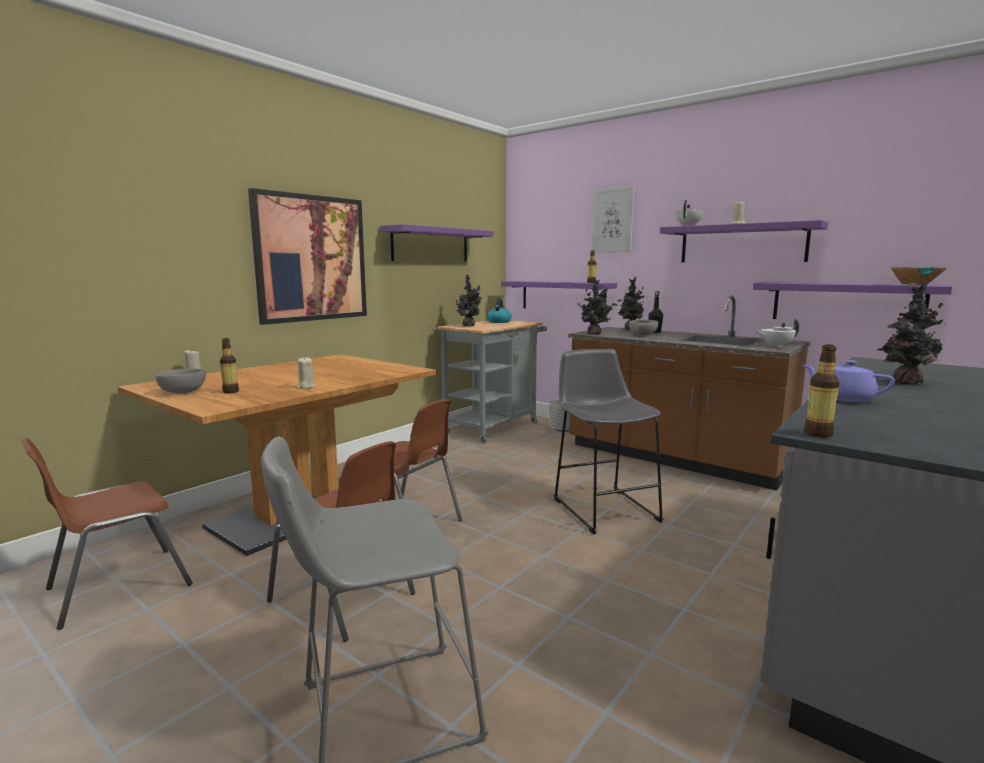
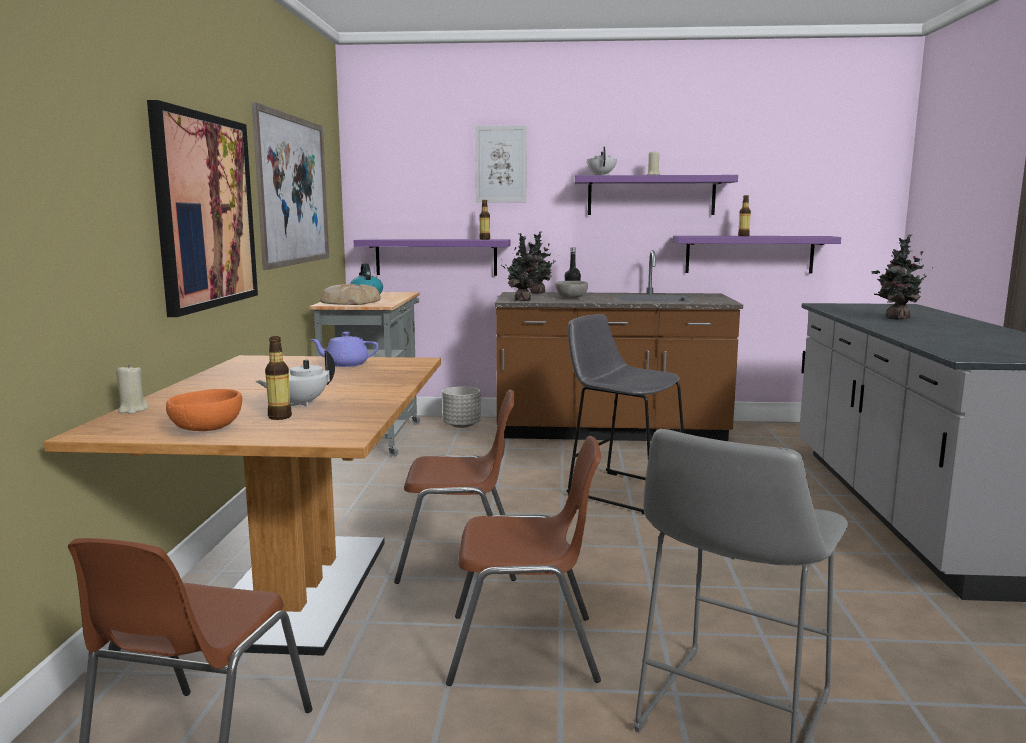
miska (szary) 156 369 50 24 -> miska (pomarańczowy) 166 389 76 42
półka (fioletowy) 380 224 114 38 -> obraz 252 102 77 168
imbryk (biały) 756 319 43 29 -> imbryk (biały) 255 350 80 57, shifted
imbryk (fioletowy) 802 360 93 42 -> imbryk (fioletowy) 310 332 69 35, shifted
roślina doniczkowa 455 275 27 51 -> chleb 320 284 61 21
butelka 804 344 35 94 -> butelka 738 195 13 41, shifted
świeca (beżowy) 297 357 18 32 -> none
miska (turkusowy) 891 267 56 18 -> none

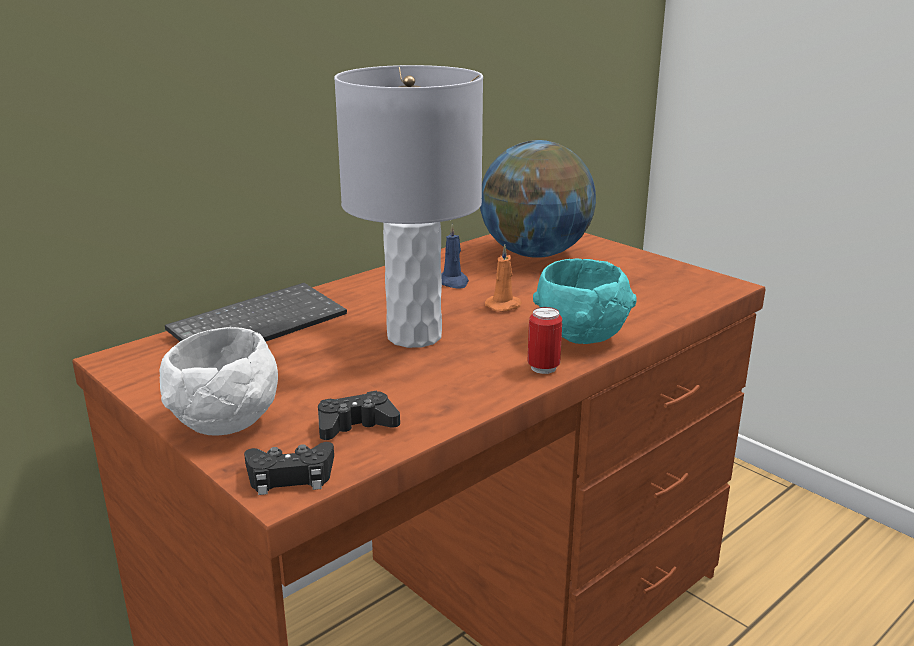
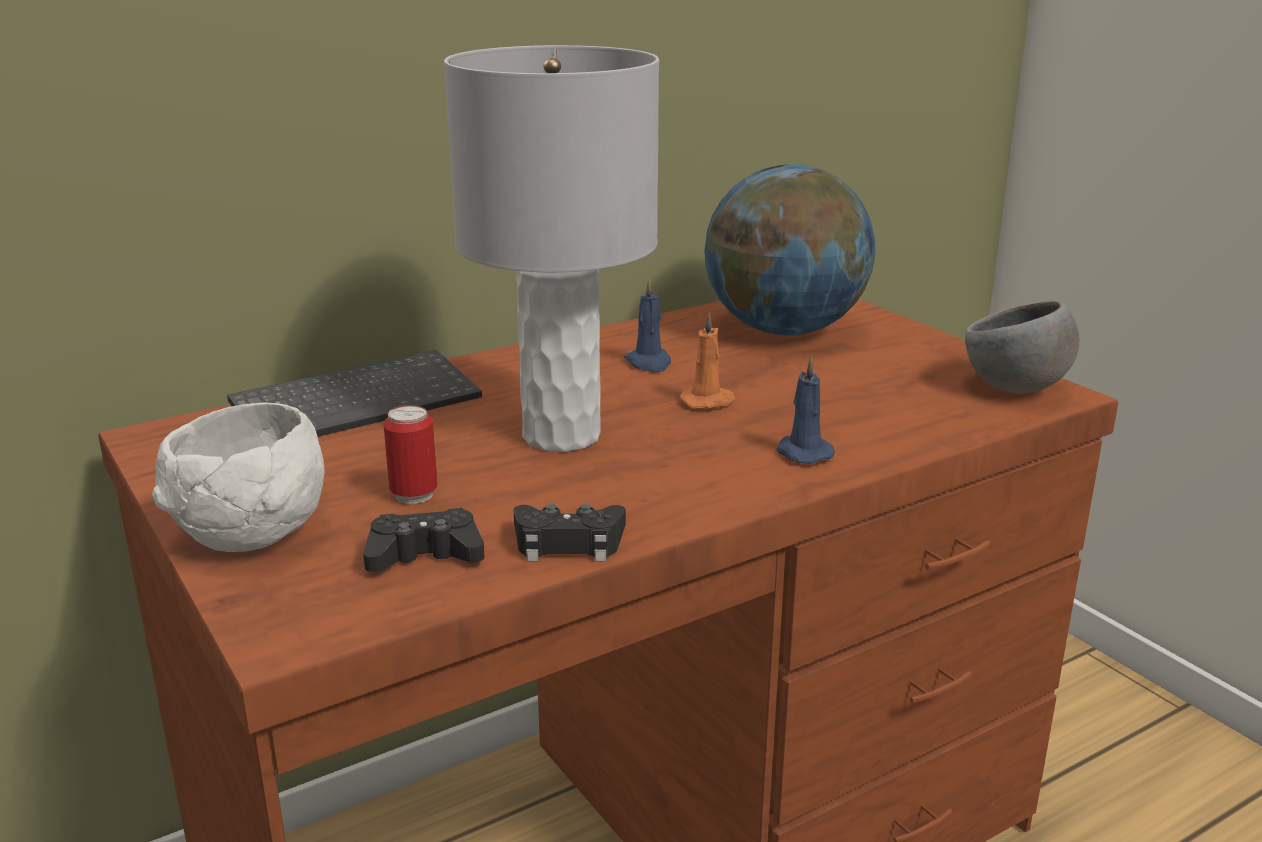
puszka 528 307 34 67 -> puszka 383 405 55 99, shifted
pad do gier (czarny) 244 442 90 53 -> pad do gier (czarny) 513 504 113 57, shifted
miska (turkusowy) 533 258 104 86 -> świeca (niebieski) 777 356 58 108
none -> miska (szary) 965 300 115 93

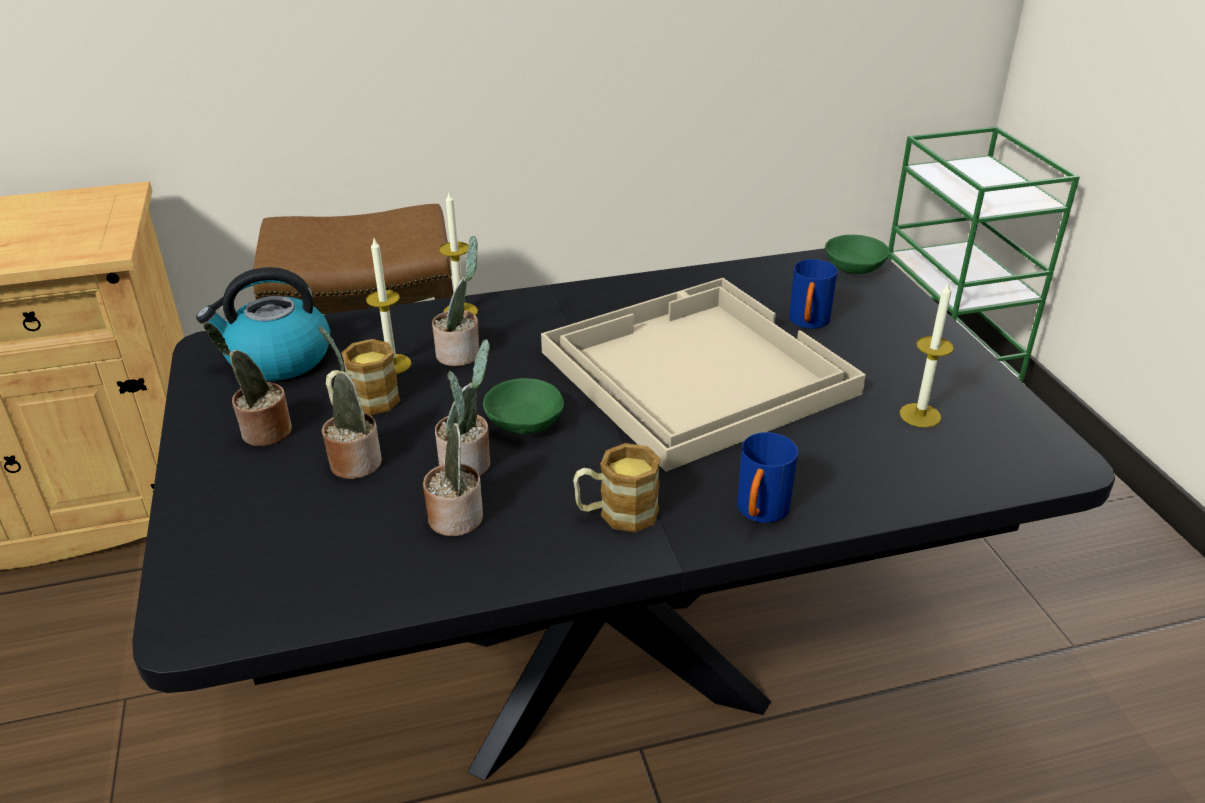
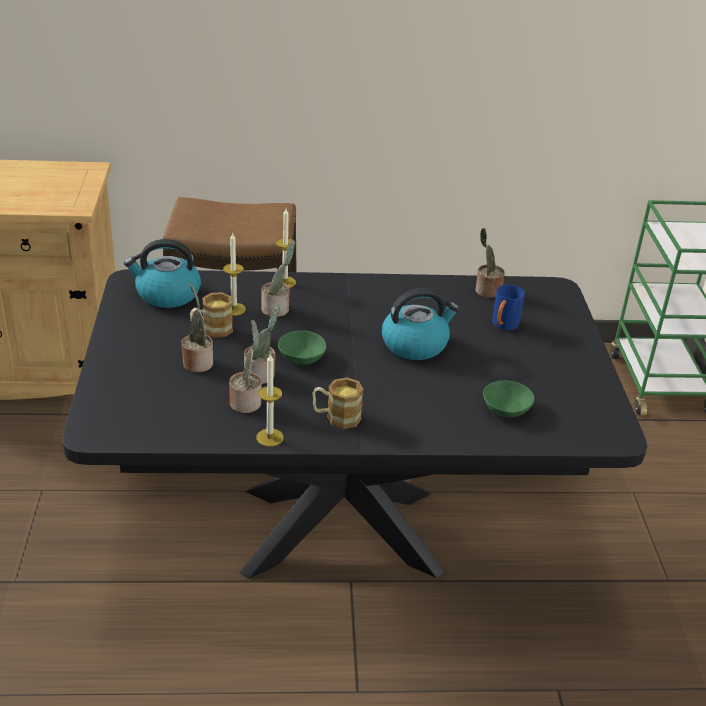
świeca 900 281 54 147 -> świeca 256 353 28 94, shifted
taca (beżowy) 541 278 325 194 -> czajnik 382 288 77 72
roślina doniczkowa 203 322 89 124 -> roślina doniczkowa 475 228 30 70, shifted
miska (zielony) 825 235 65 39 -> miska (zielony) 483 380 51 37, shifted
kubek (niebieski) 737 432 61 91 -> none

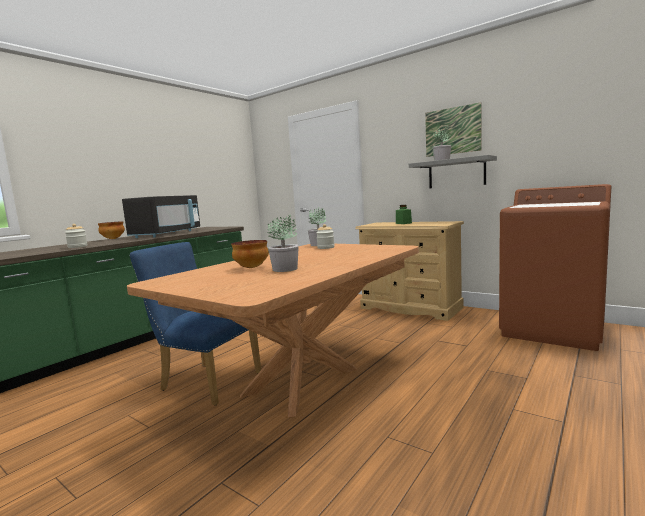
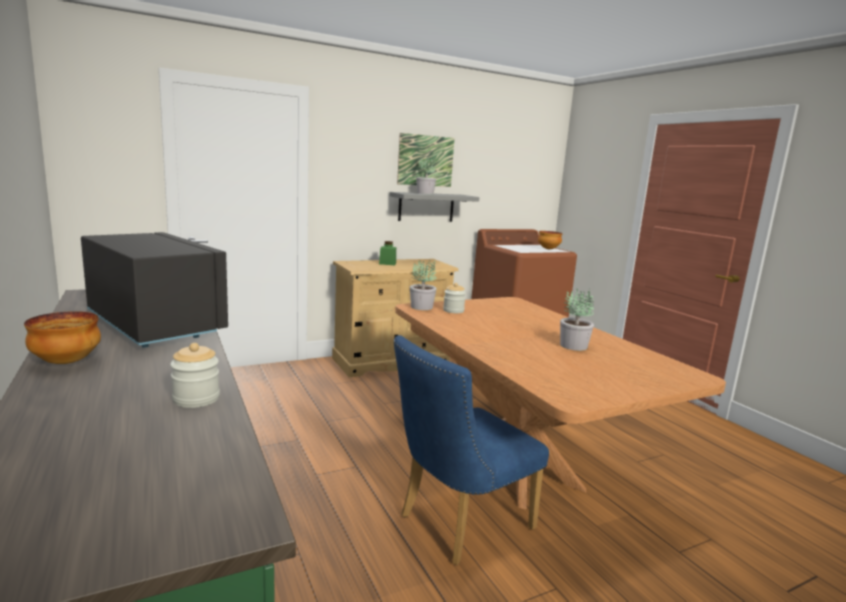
miska 231 240 38 28 -> miska 538 231 25 18, shifted

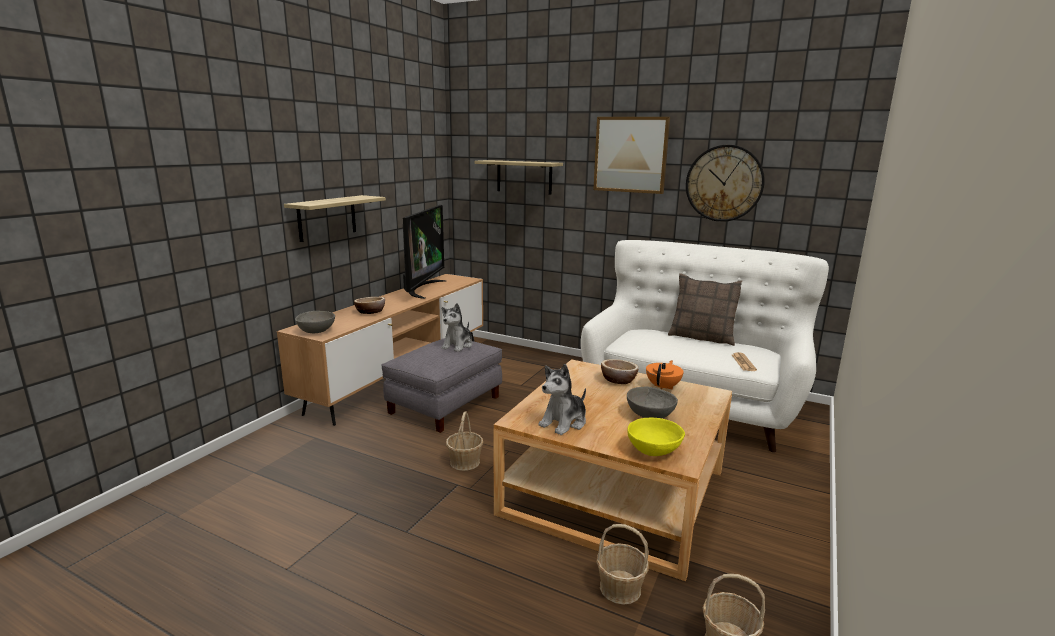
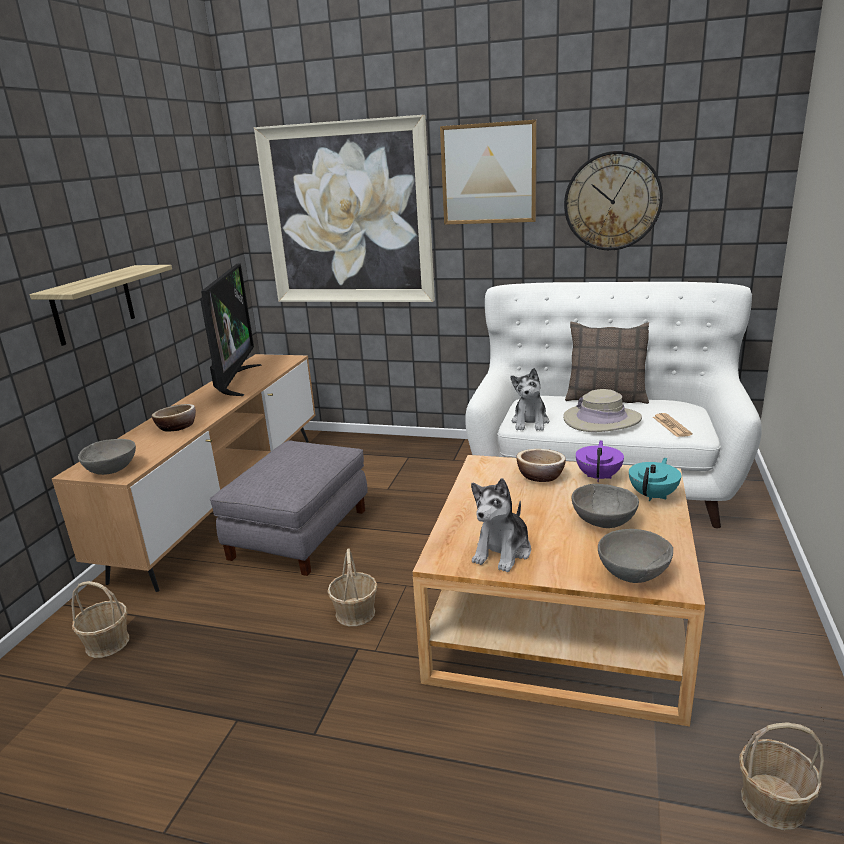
koszyk 596 524 53 81 -> koszyk 71 581 58 77, shifted
półka 475 160 88 35 -> obraz 254 115 181 187
pluszak 441 303 32 49 -> pluszak 511 368 38 63, shifted
none -> kapelusz (beżowy) 563 389 79 43
imbryk (pomarańczowy) 646 360 38 30 -> imbryk (fioletowy) 576 440 48 42
miska (żółty) 627 418 58 38 -> miska (szary) 598 529 75 54
none -> imbryk (turkusowy) 629 458 52 43

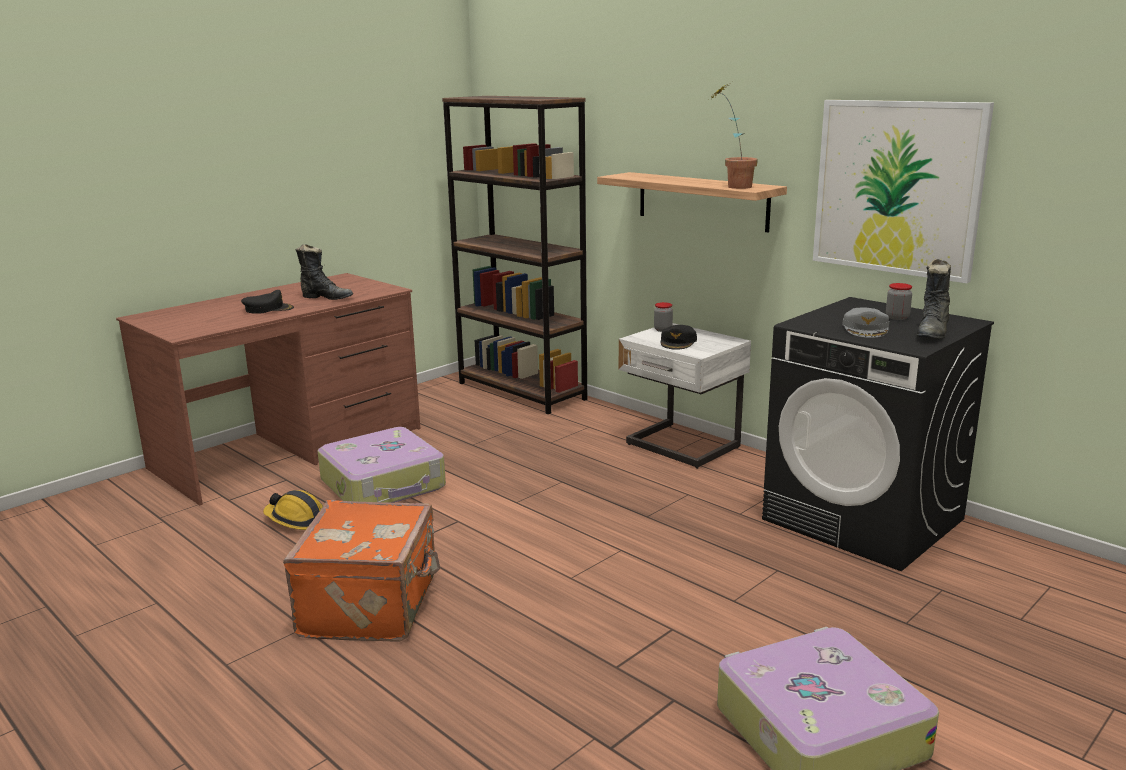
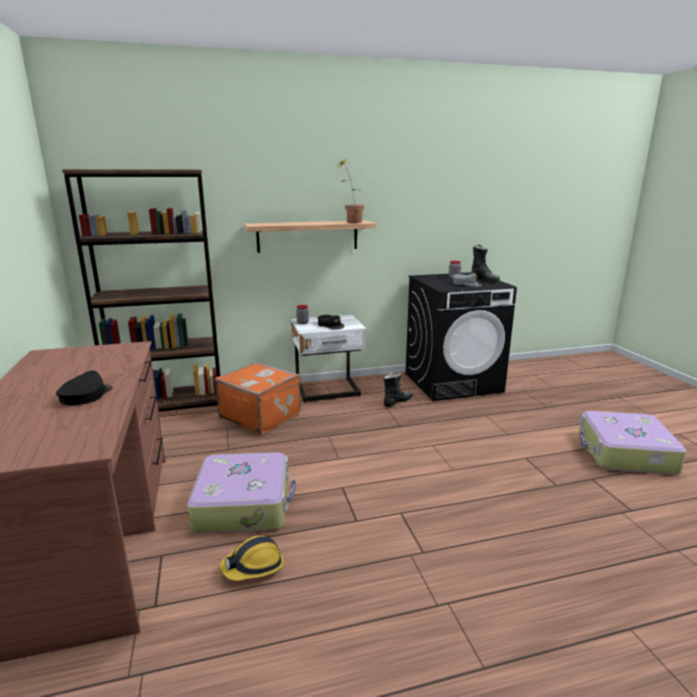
walizka (pomarańczowy) 283 500 157 141 -> walizka (pomarańczowy) 215 362 86 72, shifted
but z cholewką (czarny) 296 244 57 56 -> but z cholewką (czarny) 384 373 29 34, shifted
obraz 813 100 181 183 -> none

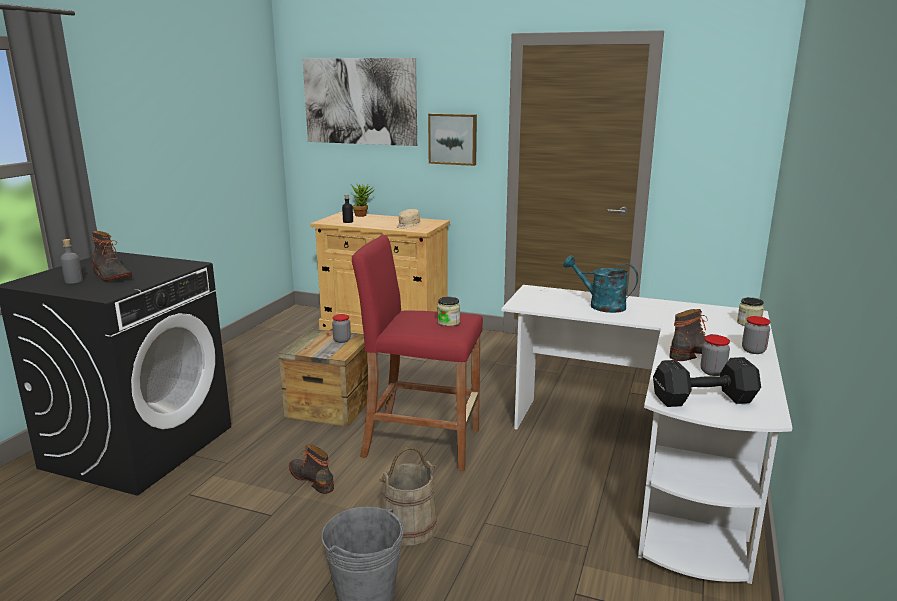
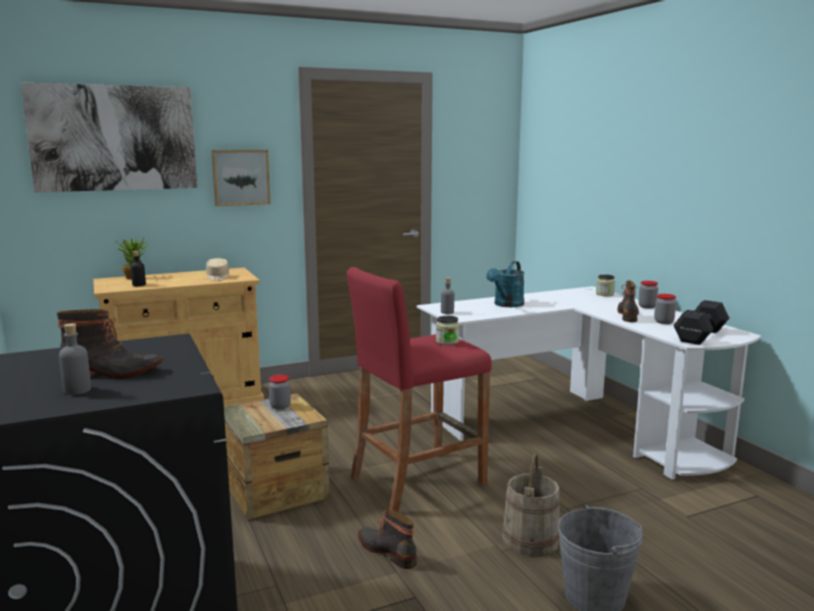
but z cholewką 289 444 45 50 -> but z cholewką 358 509 59 60, 45 degrees clockwise
none -> butelka (szary) 441 278 13 36
konewka (turkusowy) 563 255 75 58 -> konewka (turkusowy) 486 261 39 46, 45 degrees counterclockwise

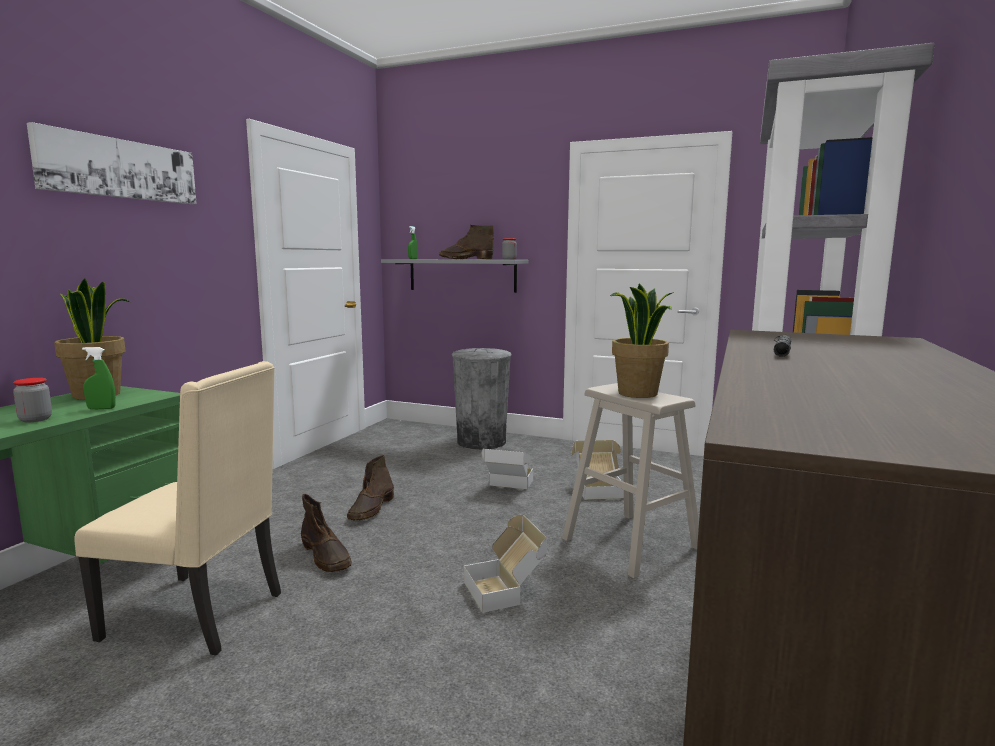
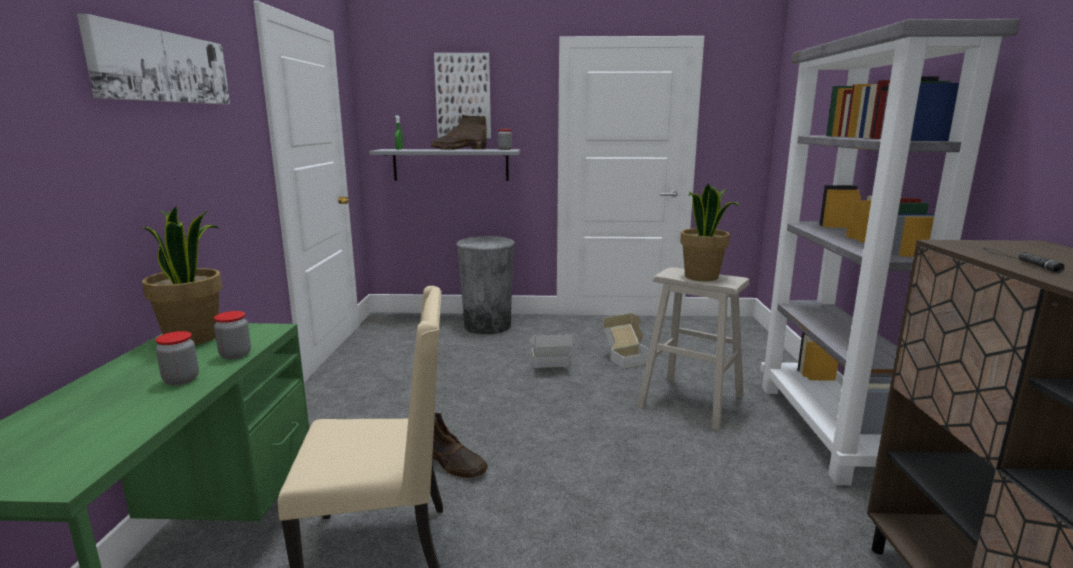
spryskiwacz (zielony) 82 347 34 62 -> słoik 214 311 37 49
none -> obraz 434 53 57 85
but z cholewką (brązowy) 347 455 47 66 -> none
karton 464 515 83 98 -> none

